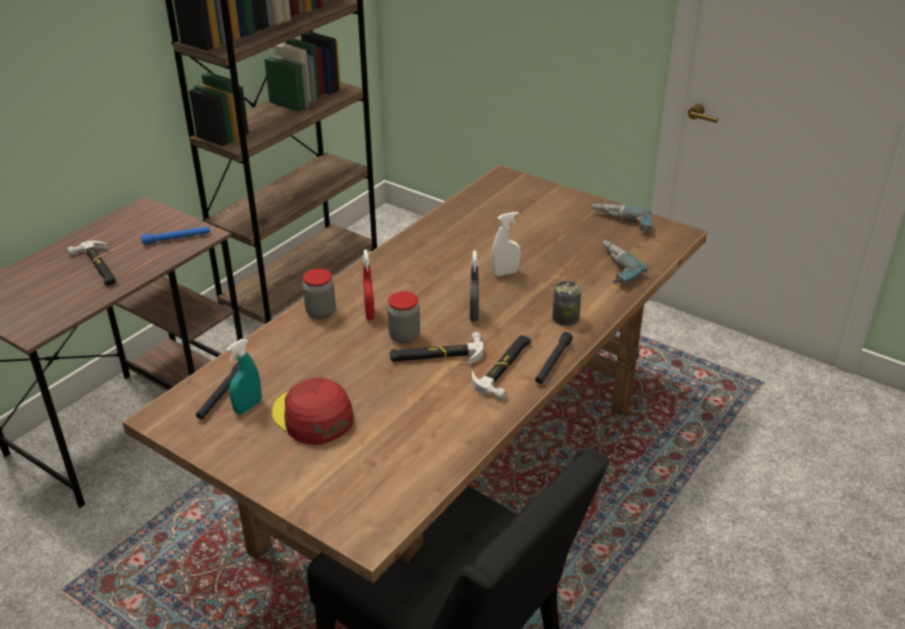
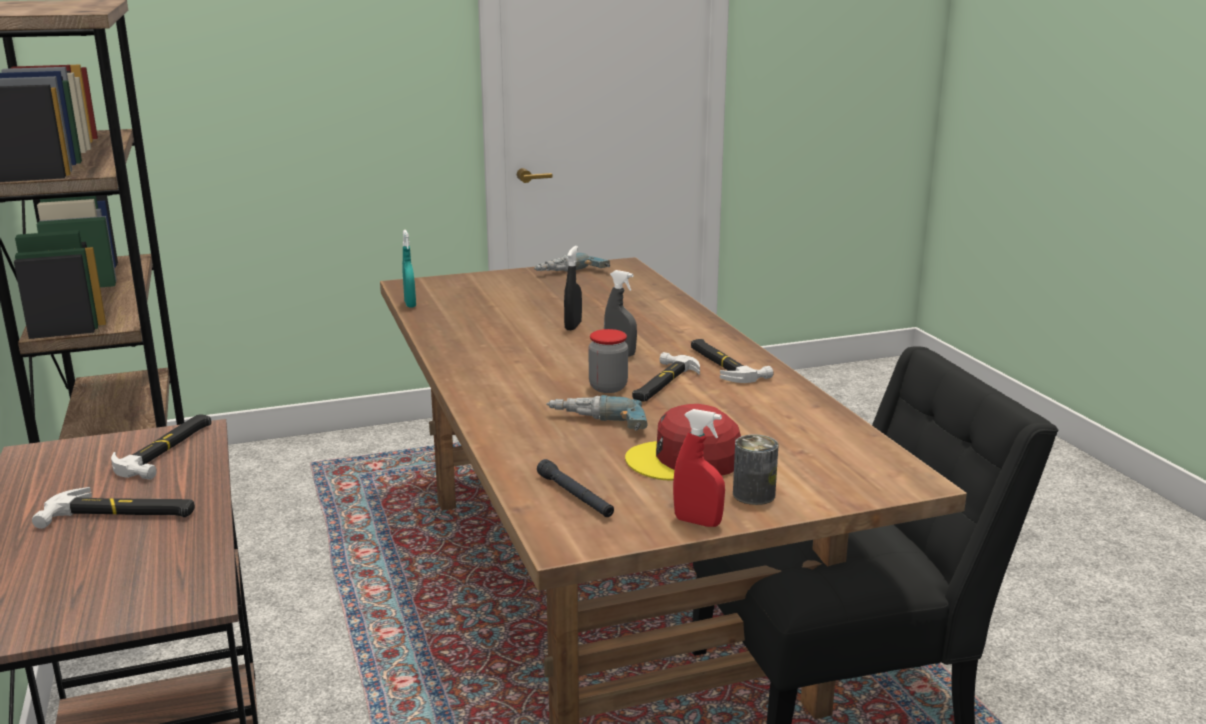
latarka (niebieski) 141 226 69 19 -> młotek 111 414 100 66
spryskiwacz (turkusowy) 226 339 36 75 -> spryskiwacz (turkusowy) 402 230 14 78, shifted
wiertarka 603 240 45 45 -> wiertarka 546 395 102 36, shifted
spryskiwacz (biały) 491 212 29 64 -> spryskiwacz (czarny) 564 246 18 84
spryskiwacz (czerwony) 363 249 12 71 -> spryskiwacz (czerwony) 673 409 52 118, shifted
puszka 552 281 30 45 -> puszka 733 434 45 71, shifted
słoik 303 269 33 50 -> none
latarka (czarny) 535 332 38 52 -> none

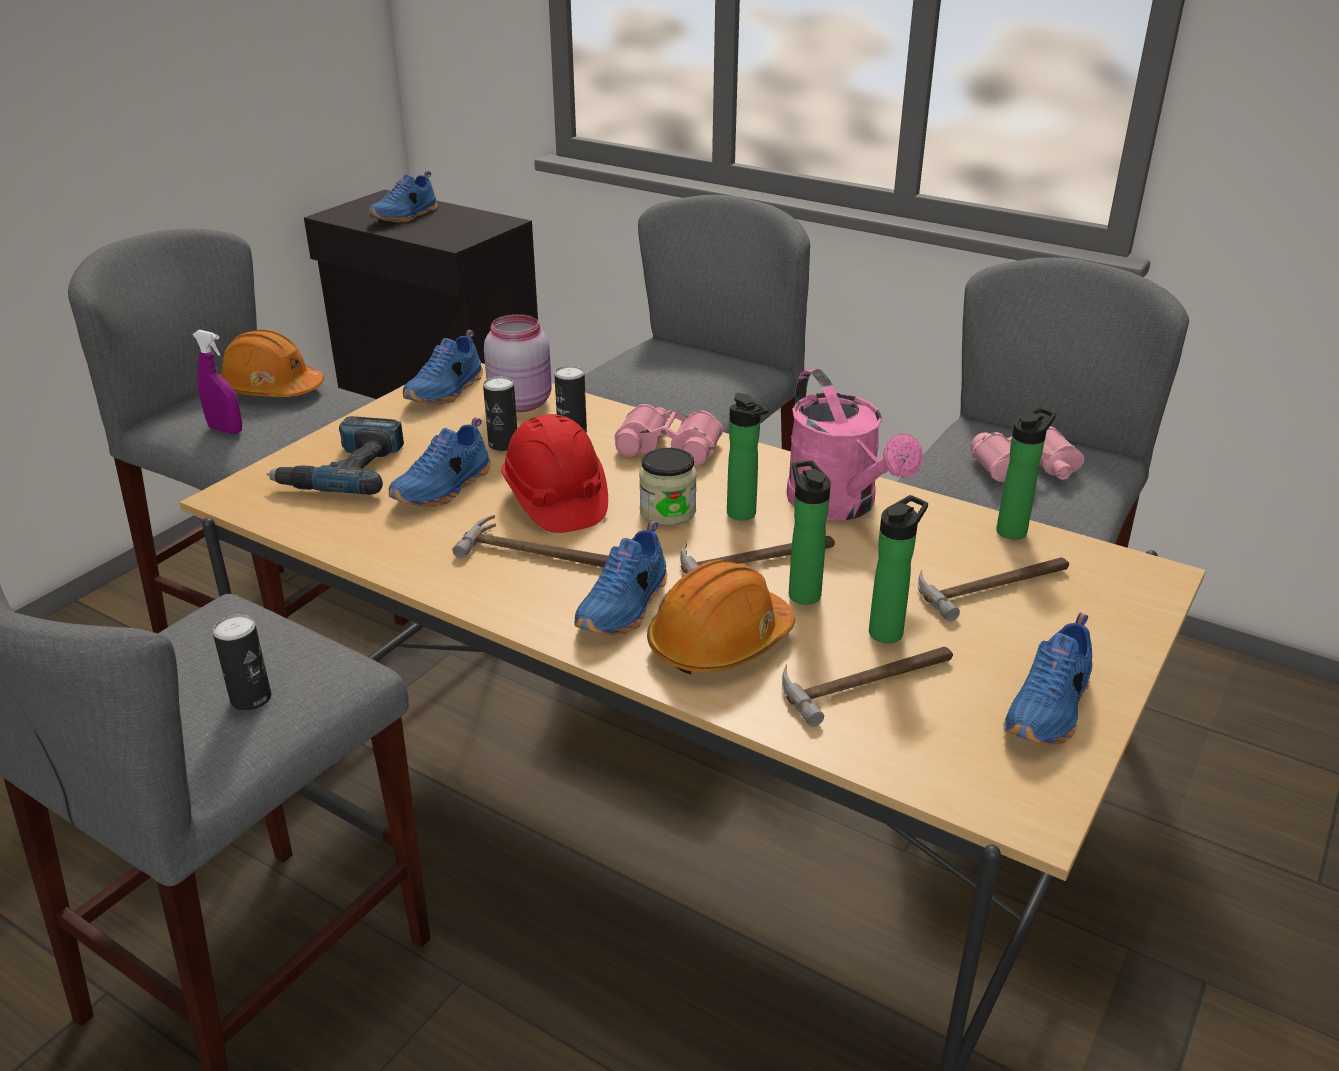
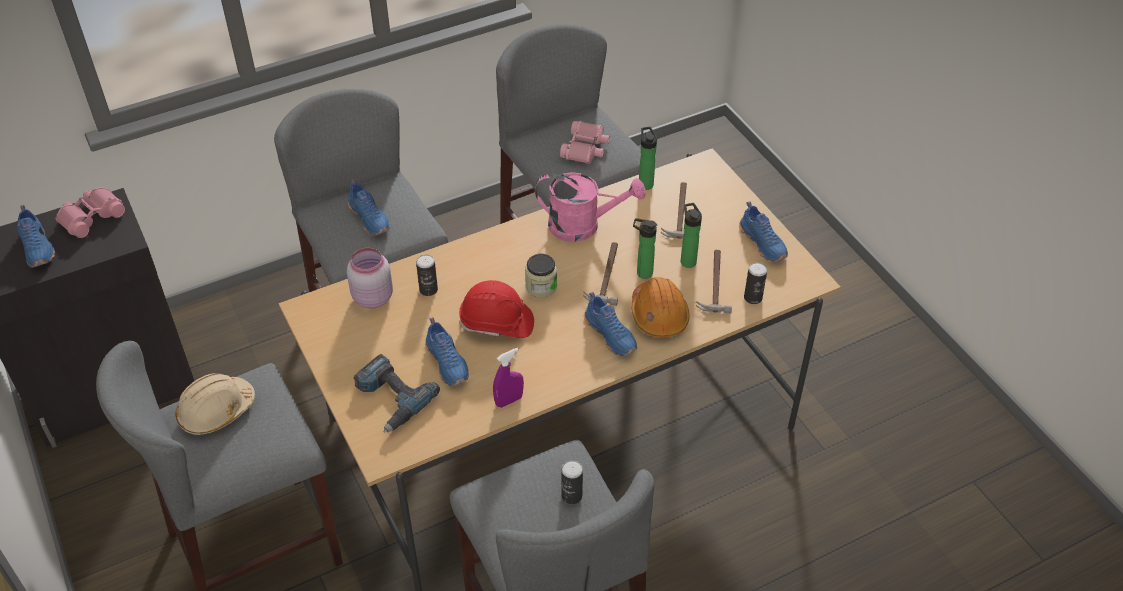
lornetka (różowy) 614 404 109 61 -> lornetka (różowy) 56 187 69 51, shifted
kask (pomarańczowy) 219 330 105 67 -> kask (beżowy) 175 373 80 62
but (niebieski) 403 330 80 74 -> but (niebieski) 348 179 42 57, shifted
spryskiwacz (fioletowy) 192 330 50 104 -> spryskiwacz (fioletowy) 493 348 31 60, shifted
puszka 483 376 34 75 -> puszka 744 262 23 42, shifted
młotek 452 515 157 52 -> none
butelka 727 393 41 128 -> none

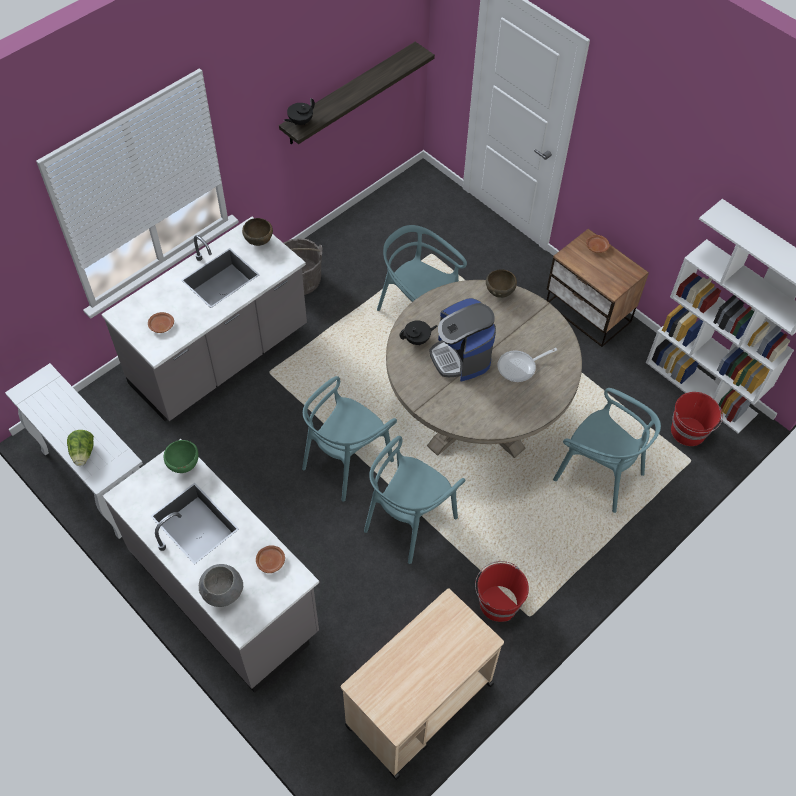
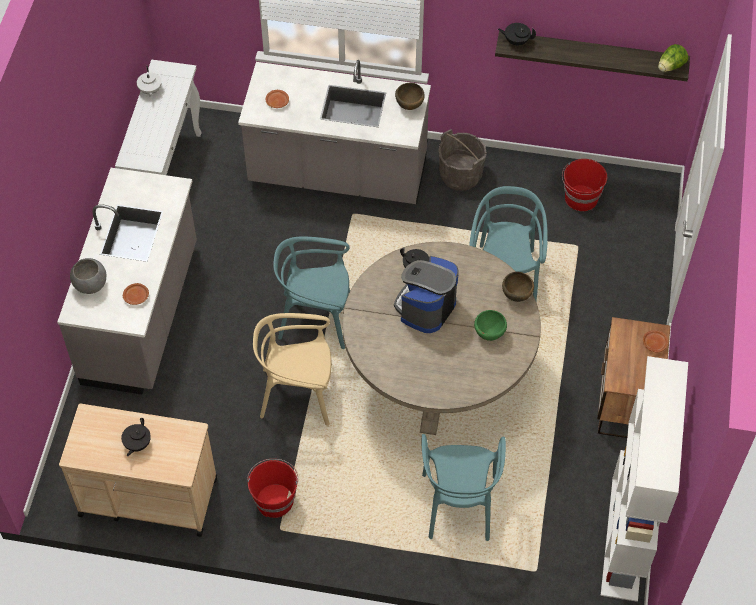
none -> imbryk (czarny) 121 418 30 39
none -> imbryk (biały) 137 66 25 31
krzesło (turkusowy) 364 436 101 128 -> krzesło (beżowy) 253 313 79 113
miska (zielony) 164 440 35 33 -> miska (zielony) 474 310 33 31, shifted
wiadro (czerwony) 671 392 52 54 -> wiadro (czerwony) 562 159 45 52, shifted
sałata 67 430 27 36 -> sałata 658 44 30 28, shifted
patelnia 498 348 59 34 -> none

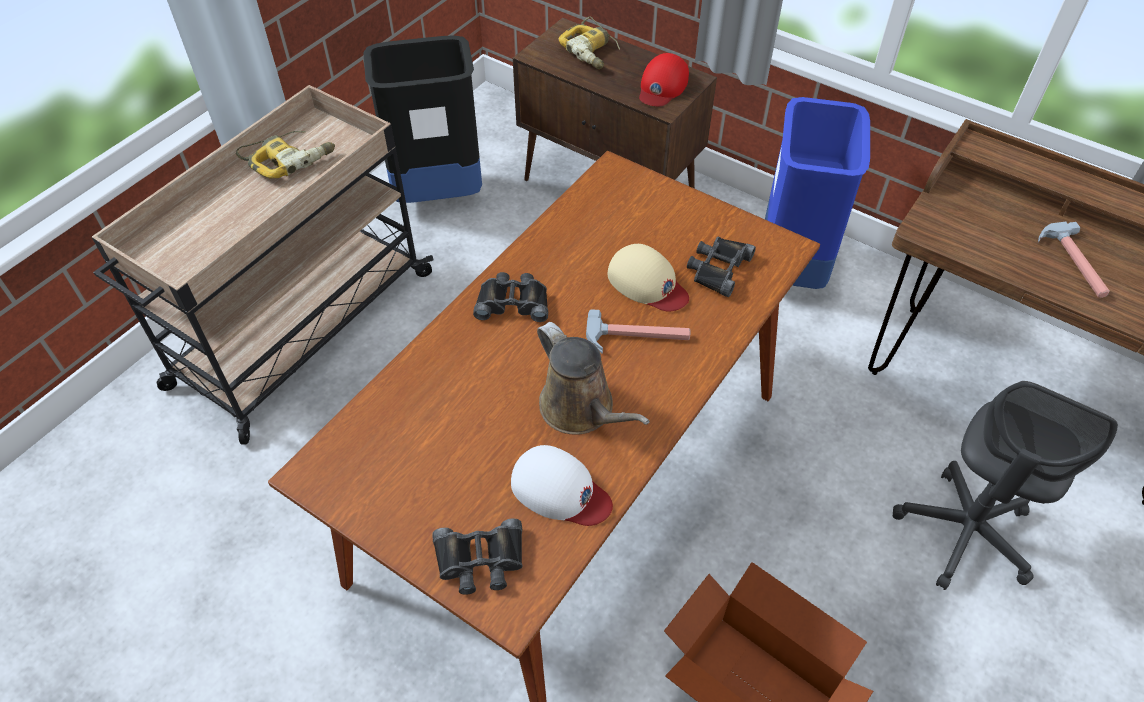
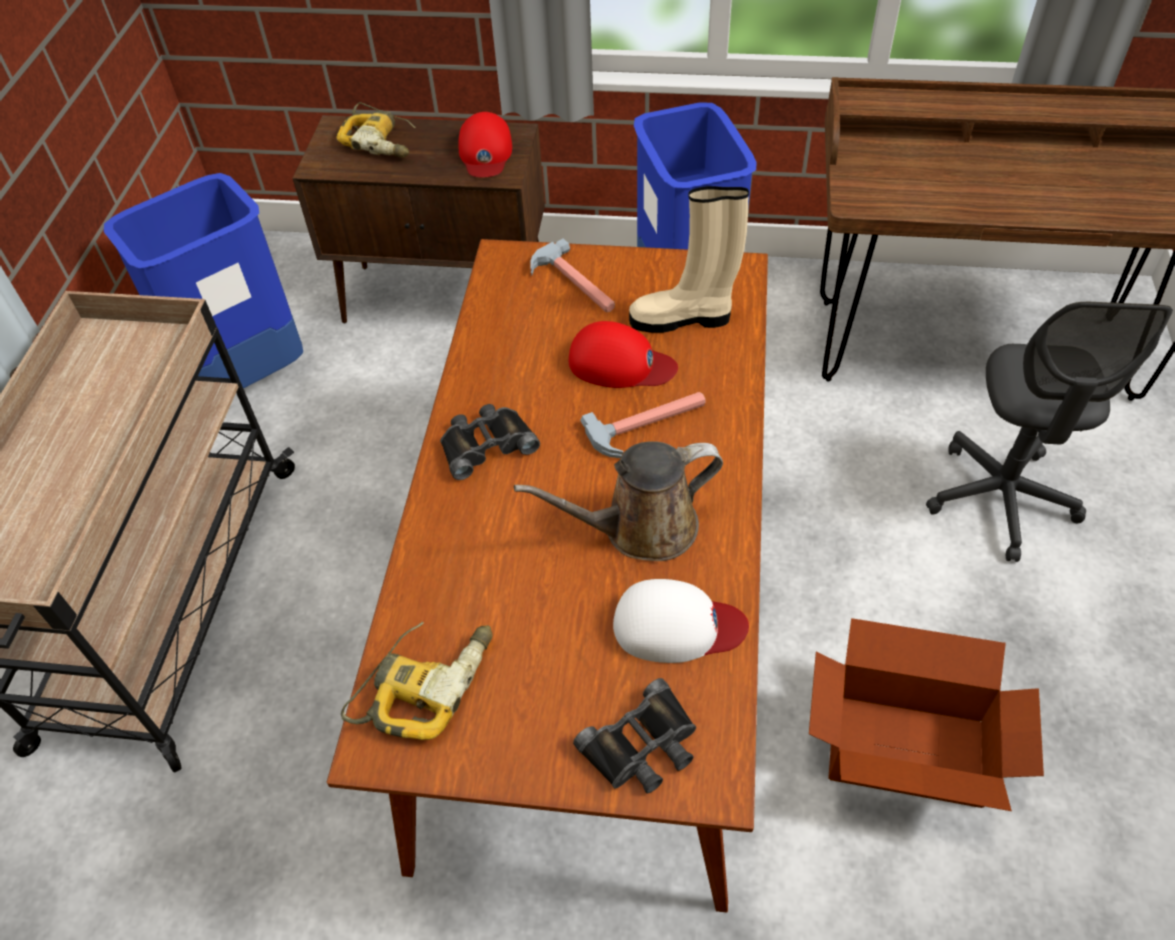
kosz na śmieci (czarny) 363 35 119 168 -> kosz na śmieci (niebieski) 104 173 199 216
wiertarka 236 131 99 48 -> wiertarka 341 622 151 118, shifted
konewka (brązowy) 537 322 113 113 -> konewka (brązowy) 514 441 209 120, 135 degrees clockwise
młotek 1038 222 72 76 -> młotek 530 239 85 73, shifted
czapka z daszkiem (beżowy) 608 244 81 67 -> czapka z daszkiem (czerwony) 569 321 109 67
lornetka (czarny) 687 237 69 60 -> but z cholewką (beżowy) 629 186 120 147

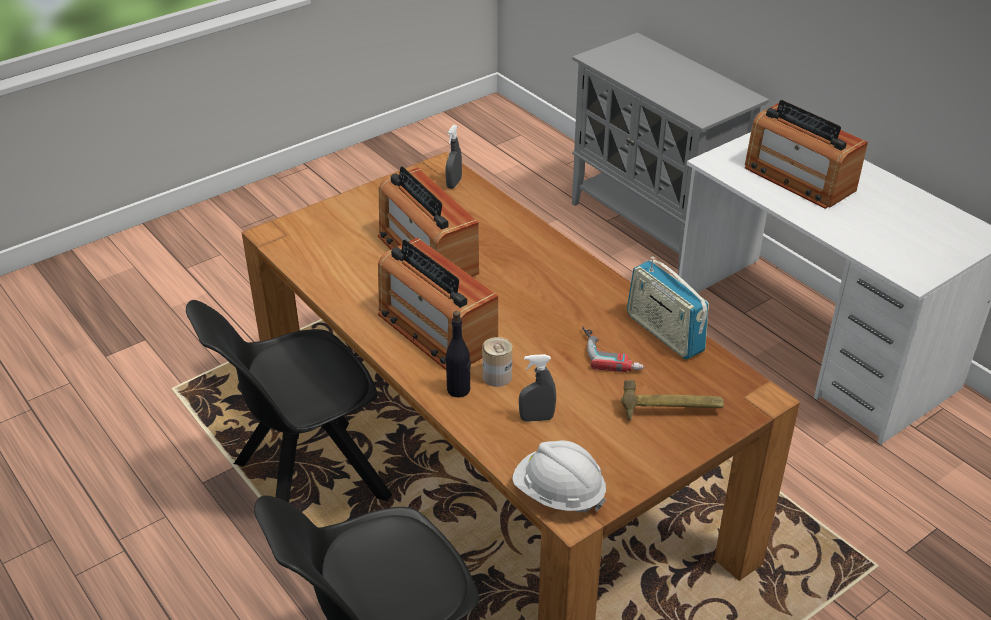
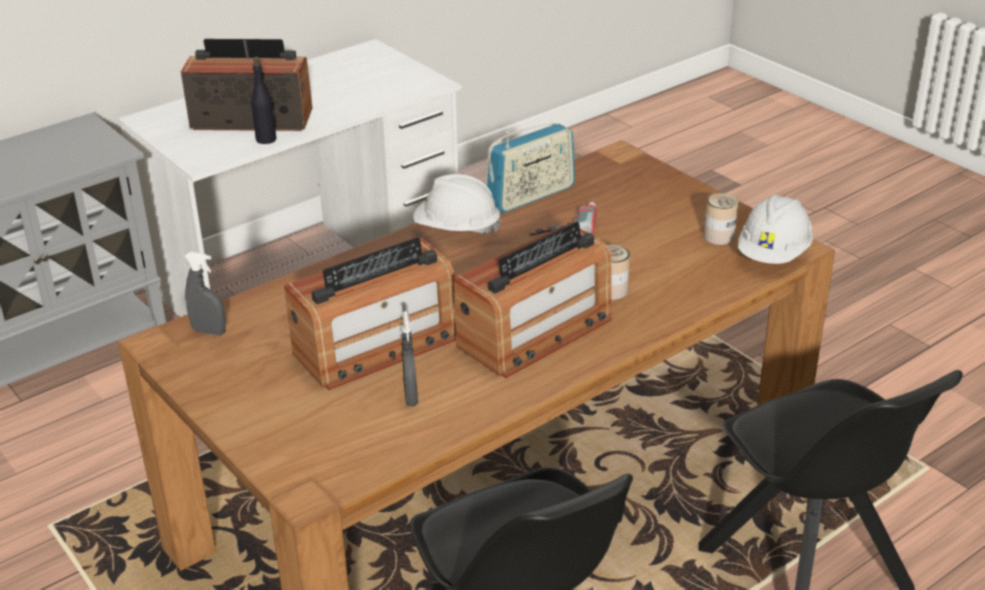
radio 745 100 123 109 -> radio 181 39 131 92, 135 degrees counterclockwise
butelka (czarny) 446 311 25 87 -> butelka (czarny) 251 57 25 87, shifted
spryskiwacz (szary) 519 354 37 68 -> spryskiwacz (szary) 402 311 16 95, shifted
none -> kask (biały) 413 174 89 59
none -> puszka 704 193 34 52
młotek 621 380 103 40 -> none

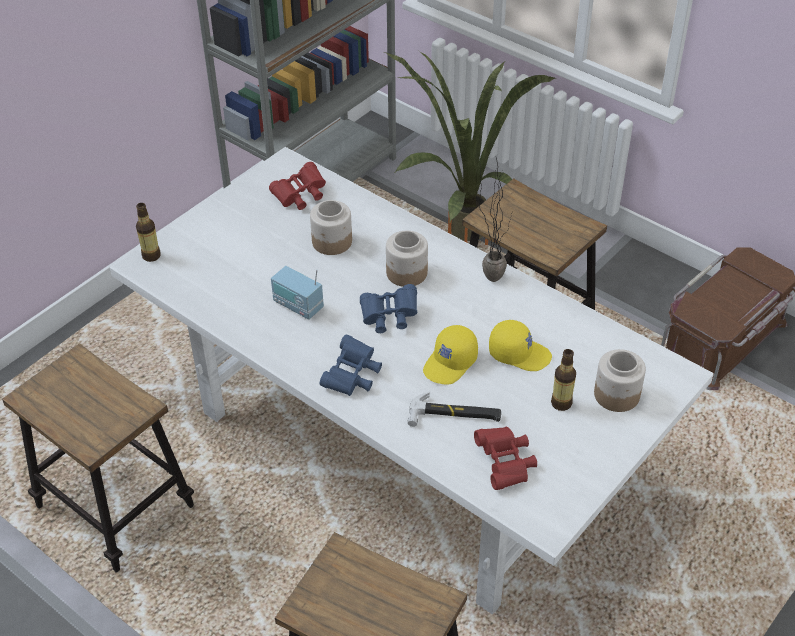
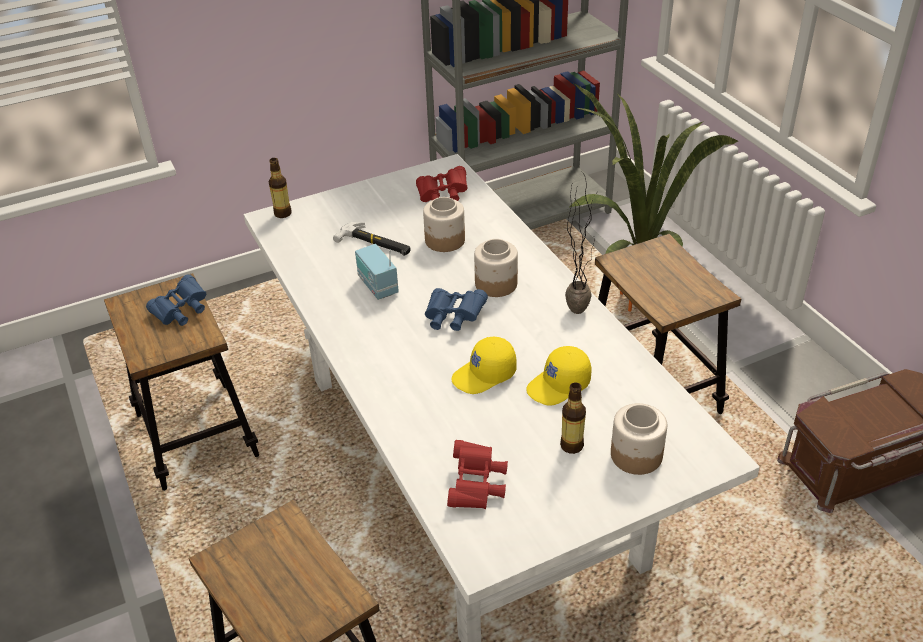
lornetka (niebieski) 319 334 63 62 -> lornetka (niebieski) 146 274 60 52, shifted
młotek 407 392 94 35 -> młotek 333 222 78 34, shifted
czapka z daszkiem (żółty) 489 320 63 51 -> czapka z daszkiem (żółty) 526 346 66 60, 105 degrees clockwise

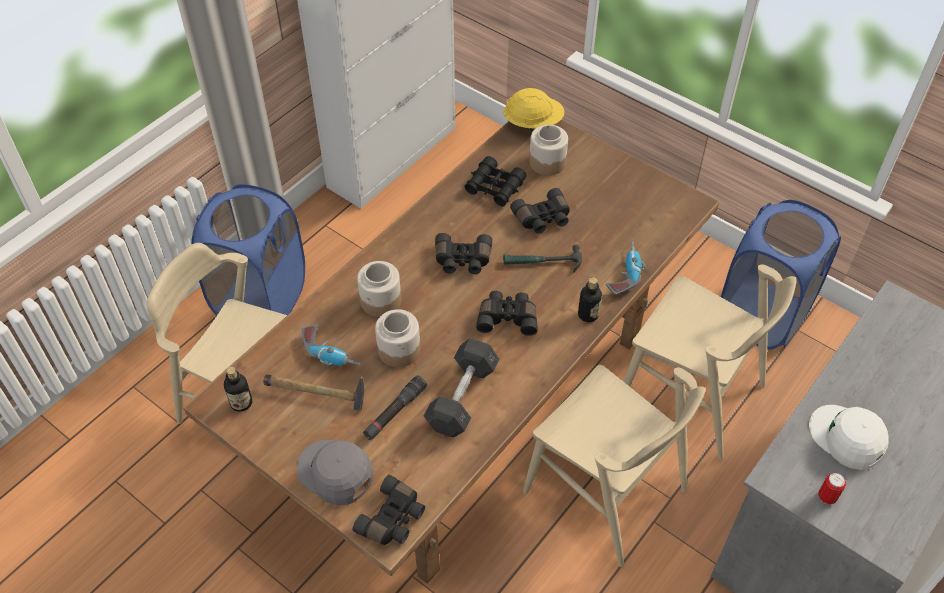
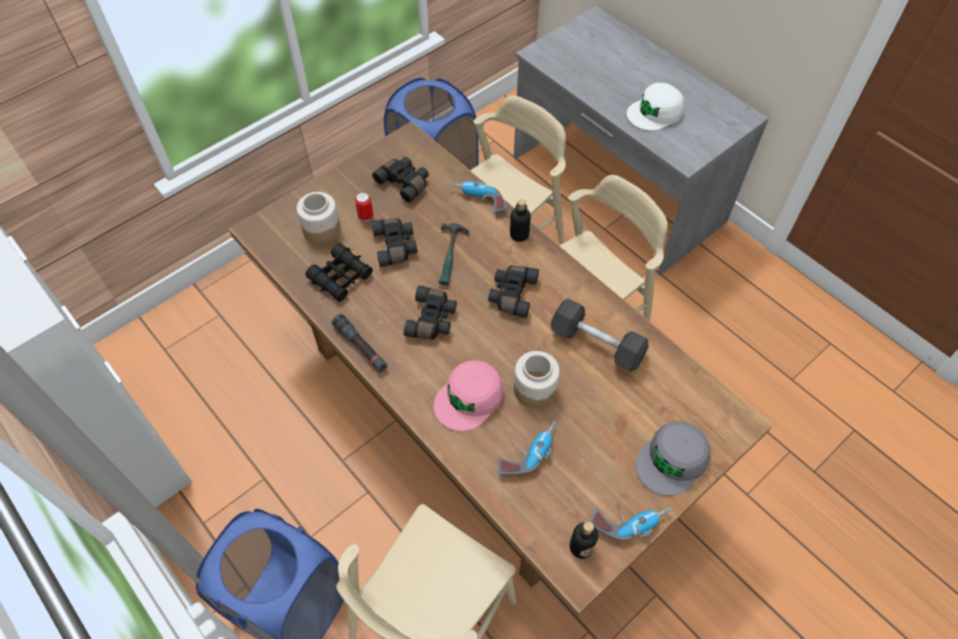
latarka (czarny) 363 375 64 65 -> latarka (czarny) 332 314 56 59, shifted
puszka 818 473 28 31 -> puszka 355 192 18 29, shifted
lornetka (czarny) 353 475 72 70 -> lornetka (czarny) 372 157 57 46, shifted
słoik 357 261 44 56 -> czapka z daszkiem (różowy) 434 360 69 71
none -> wiertarka 590 507 82 33
młotek 264 374 101 38 -> none
kask (żółty) 503 88 62 44 -> none

